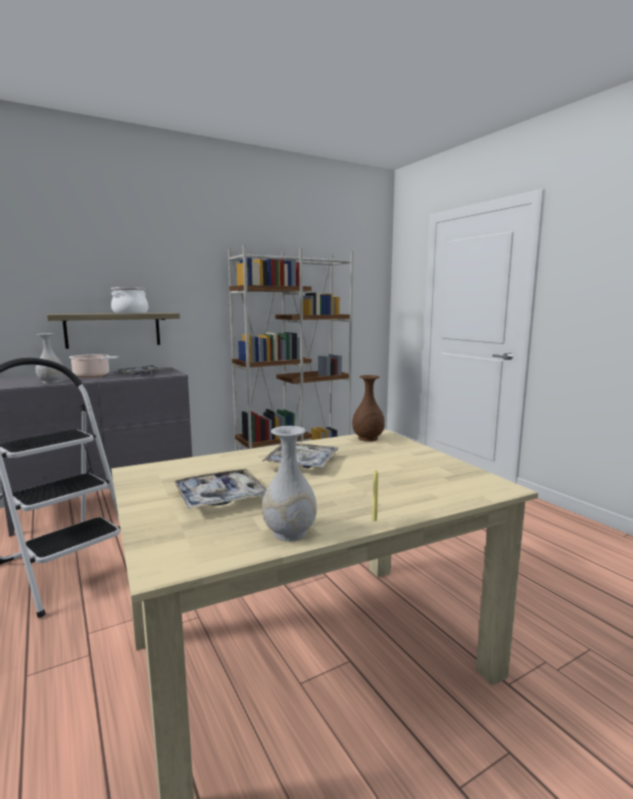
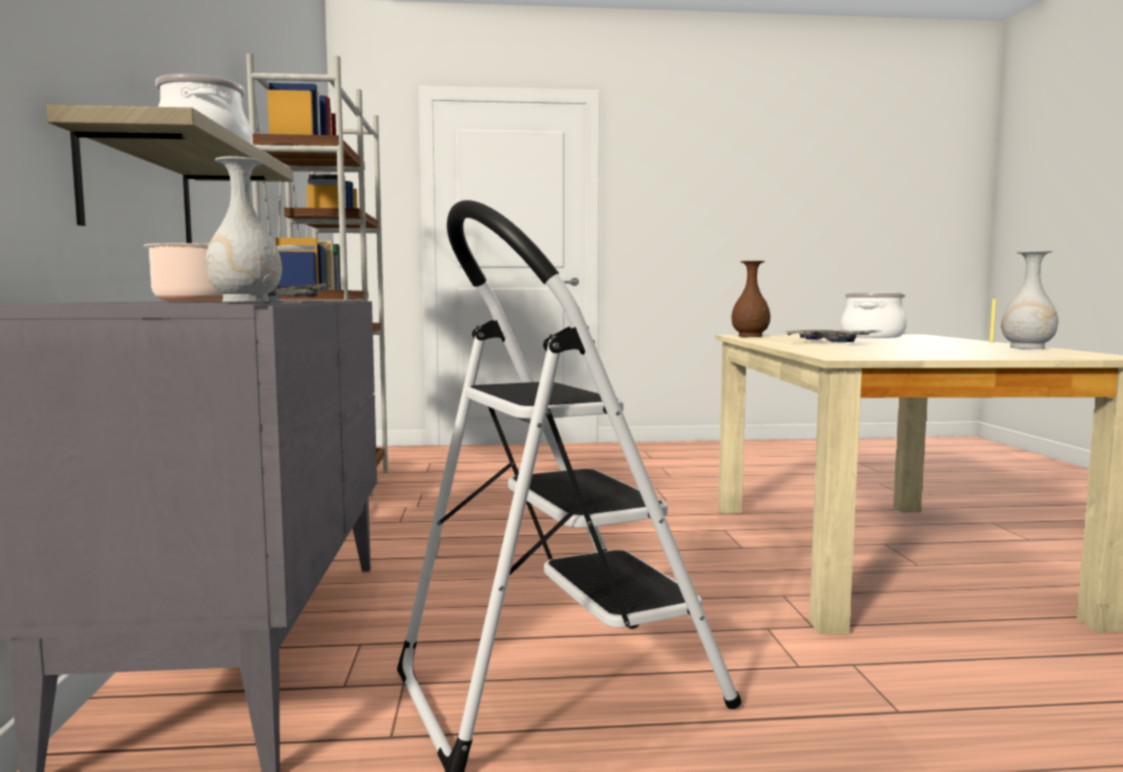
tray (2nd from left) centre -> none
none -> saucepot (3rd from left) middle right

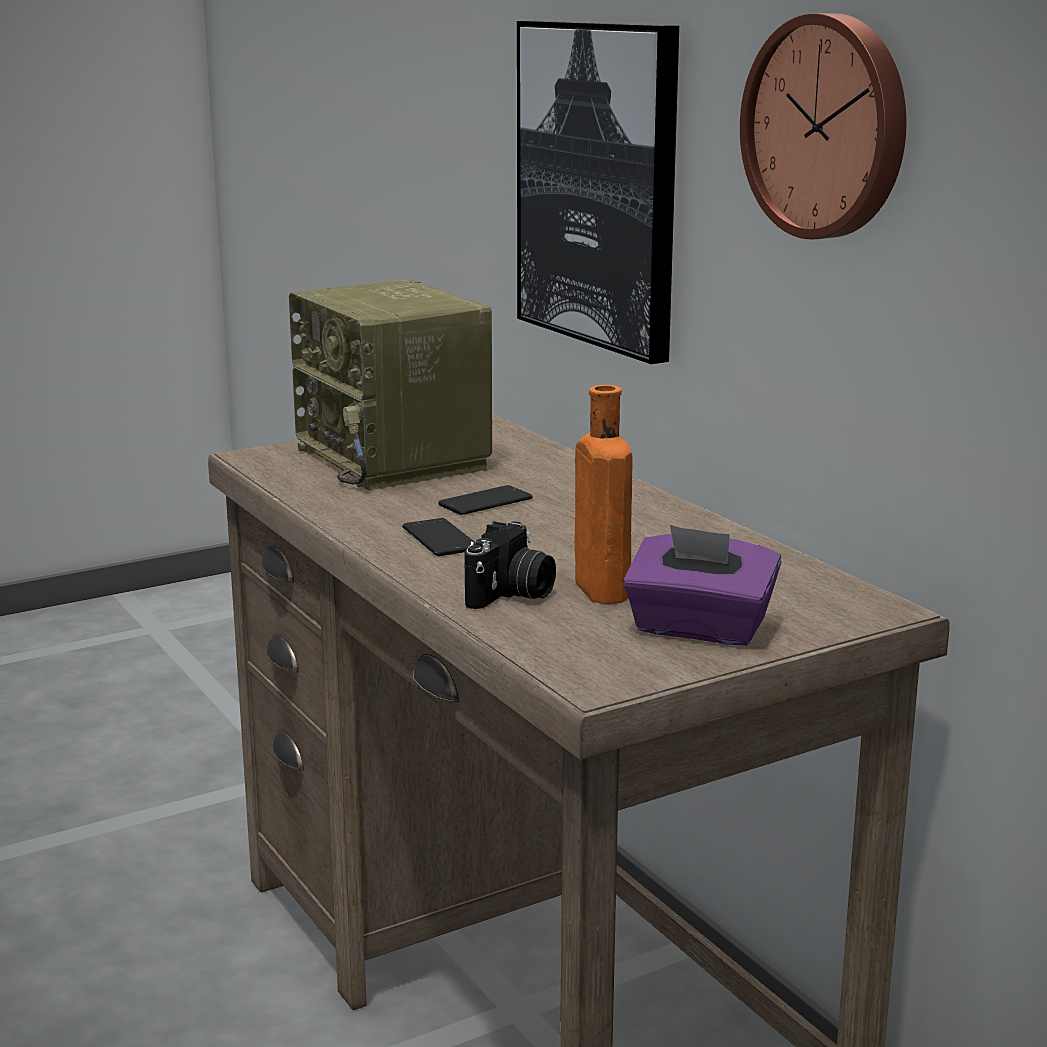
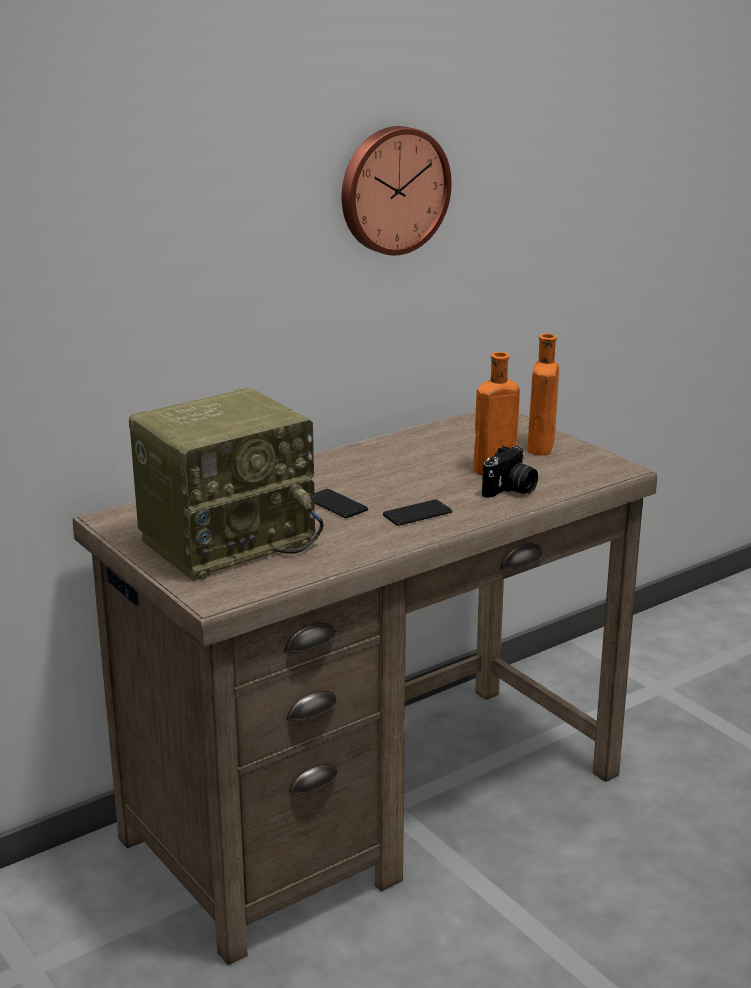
still camera centre -> still camera middle right, 105 degrees clockwise
wall art top centre -> none
tissue box (purple-coloured) middle right -> drink bottle (orange) (2nd from left) middle right

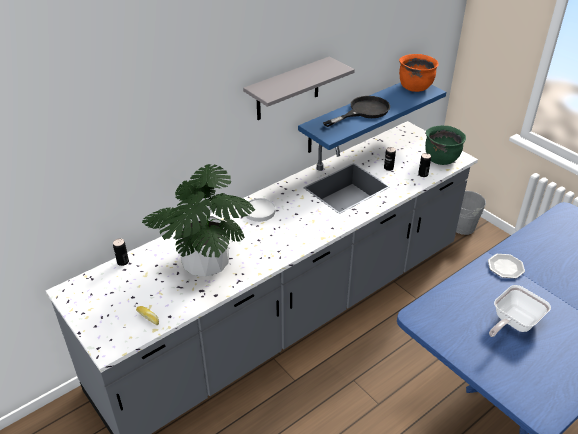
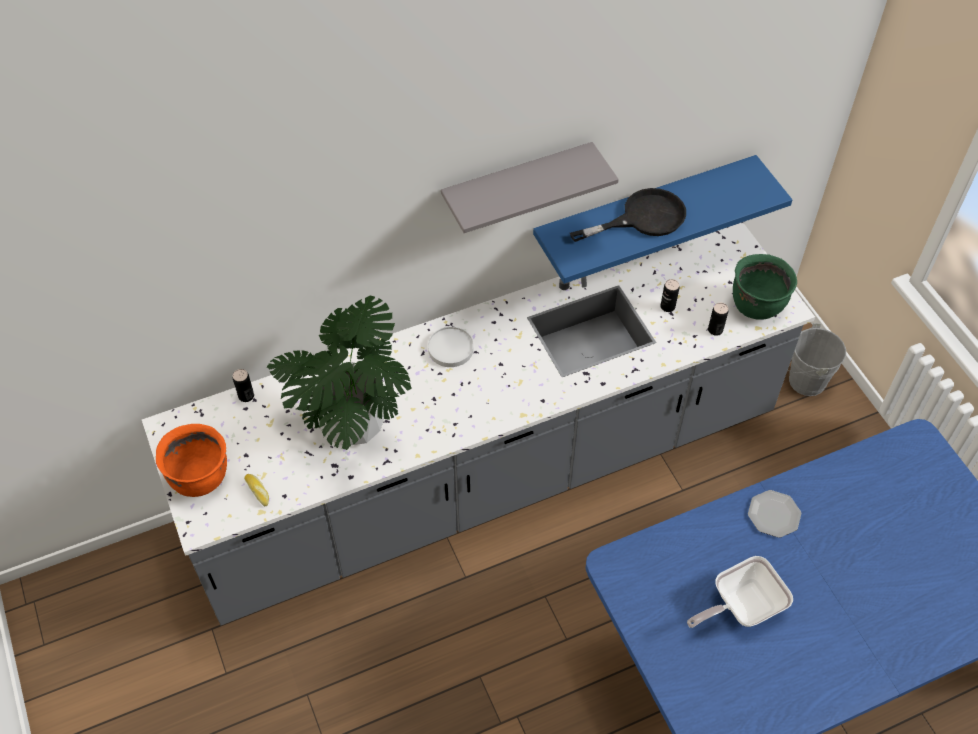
saucepot (orange) top right -> saucepot (orange) middle left, moved

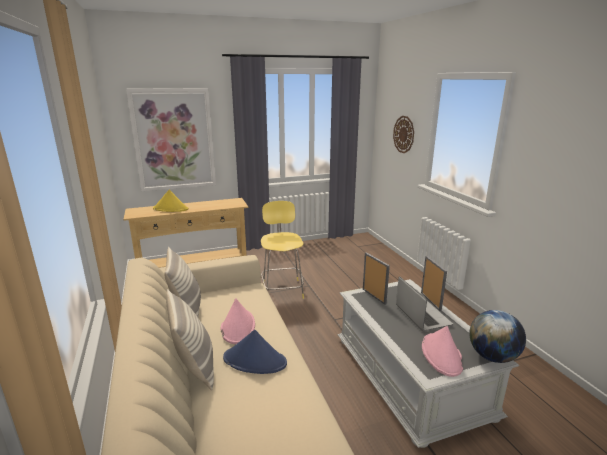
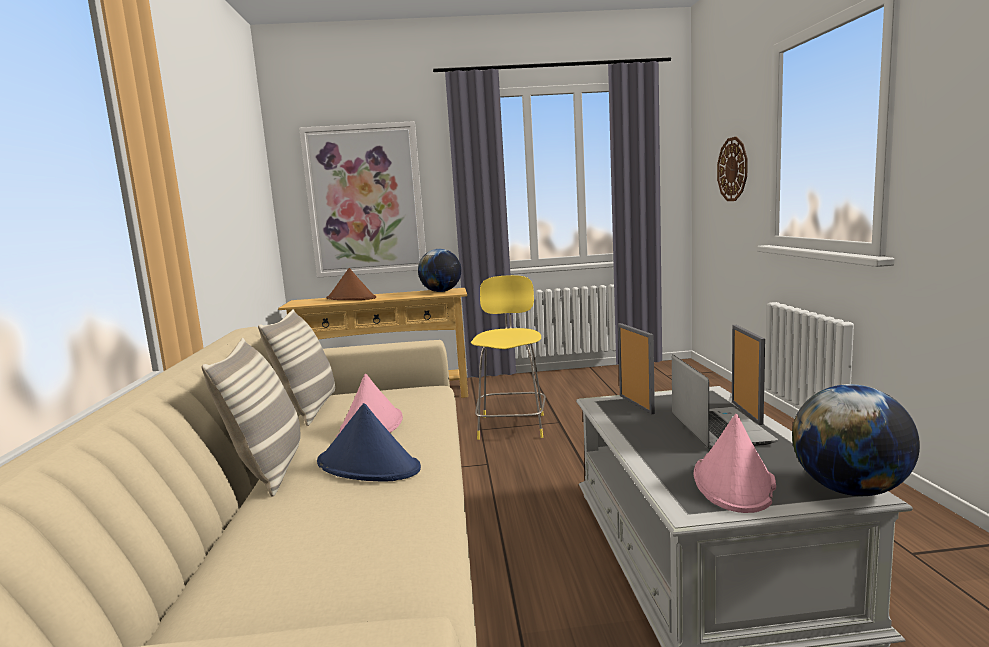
hat (yellow-coloured) middle left -> hat (brown-coloured) centre
none -> desk globe (1st from left) centre

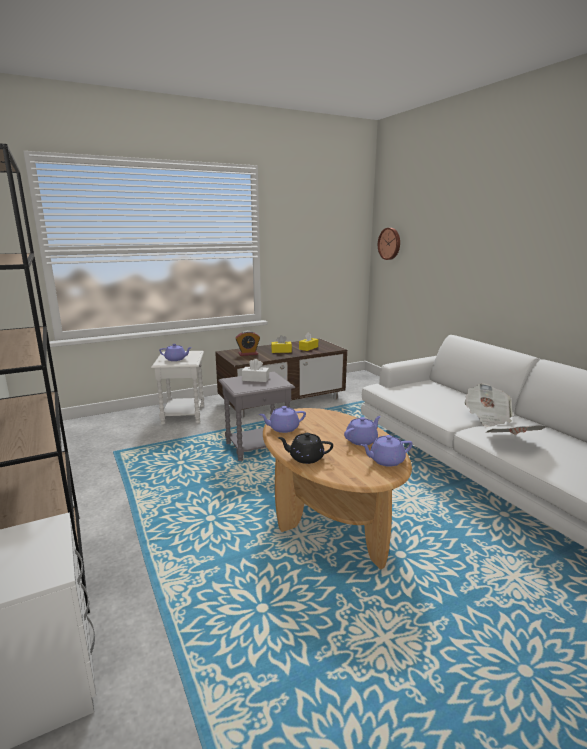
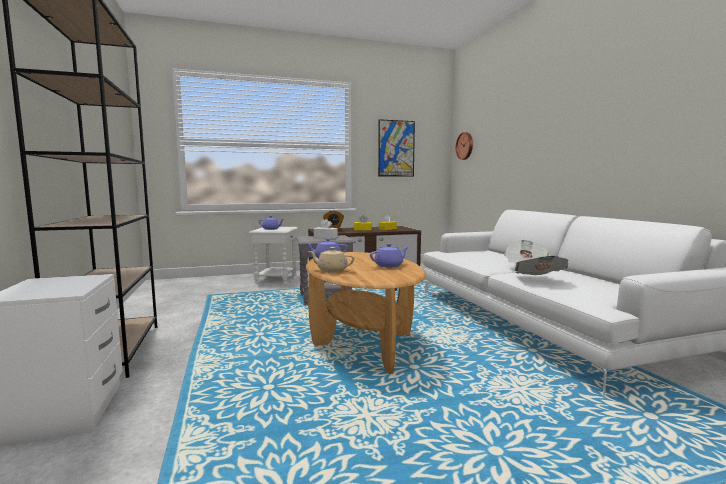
pot for tea (black-coloured) centre -> pot for tea (sand-coloured) centre
pot for tea (purple-coloured) (4th from left) centre -> none
none -> wall art top centre

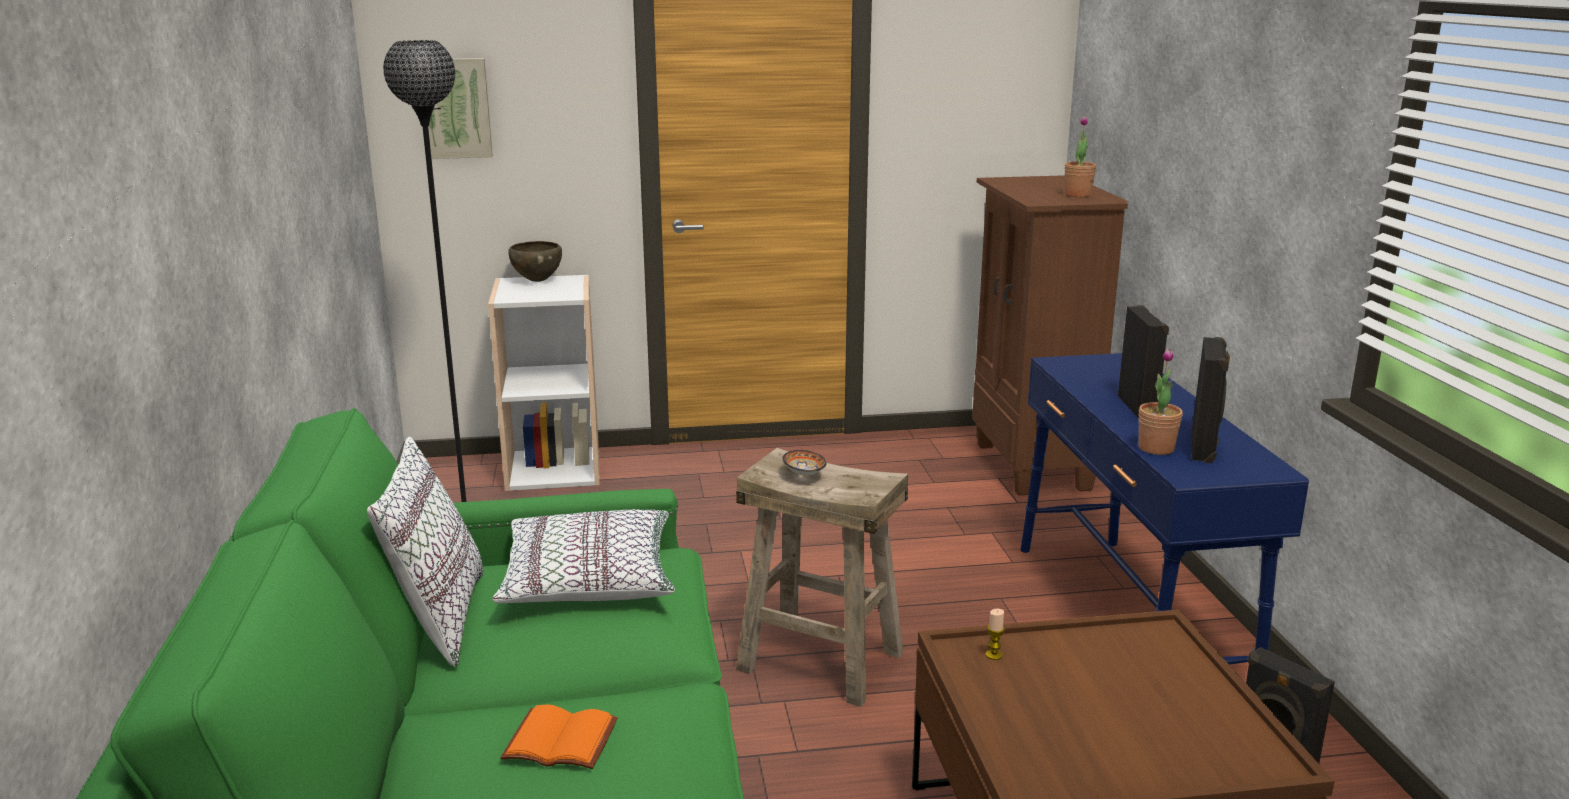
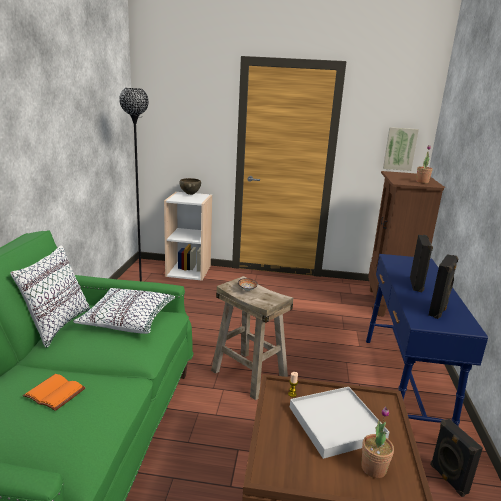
wall art top left -> wall art top right, moved
plant in a pot (2nd from left in the first image) middle right -> plant in a pot (1st from left) bottom right, moved
none -> tray (white) bottom right

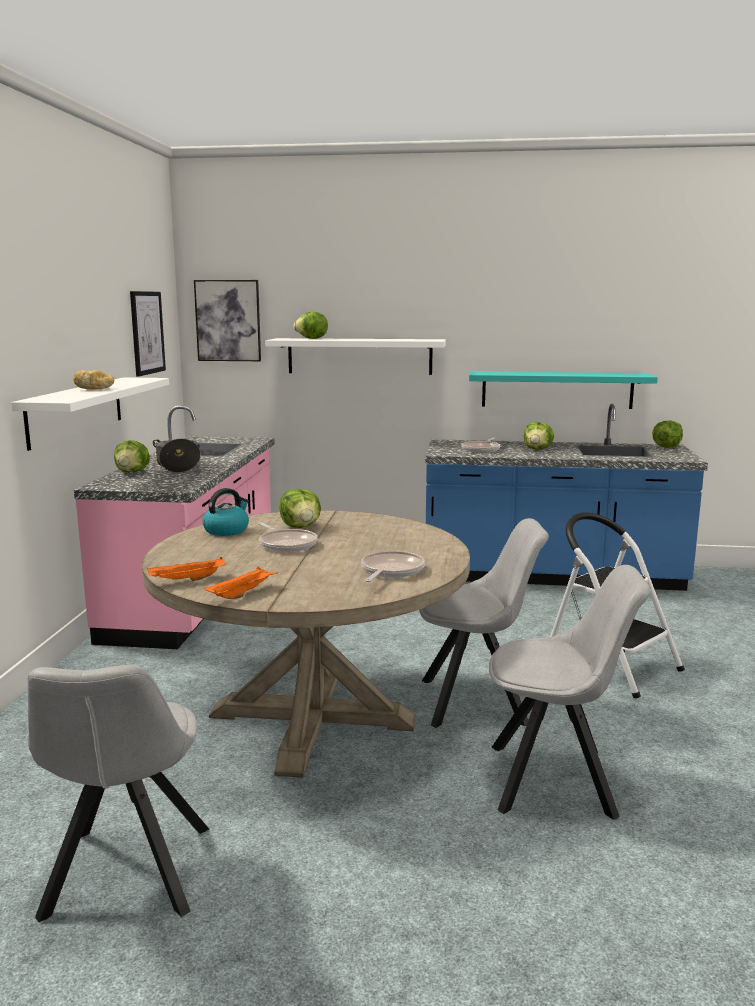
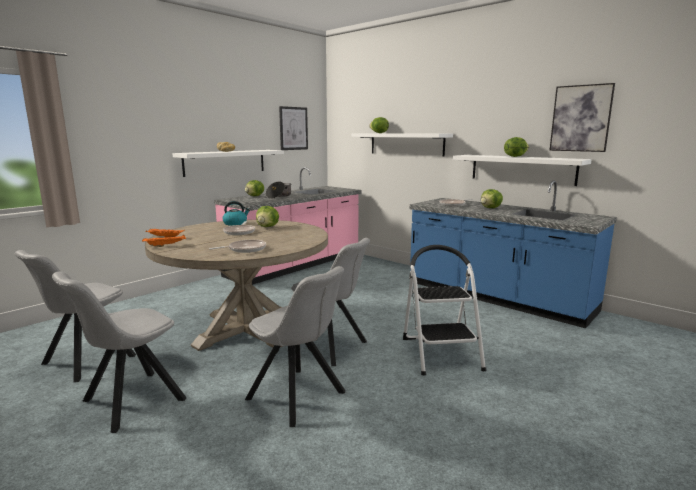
wall art (2nd from left) top left -> wall art (2nd from left) top right, moved
bracket shelf (turquoise) middle right -> bracket shelf (white) (3rd from left) middle right
lettuce head (5th from left) middle right -> lettuce head (5th from left) top right, moved
none -> plain chair (gray) (2nd from left) bottom left

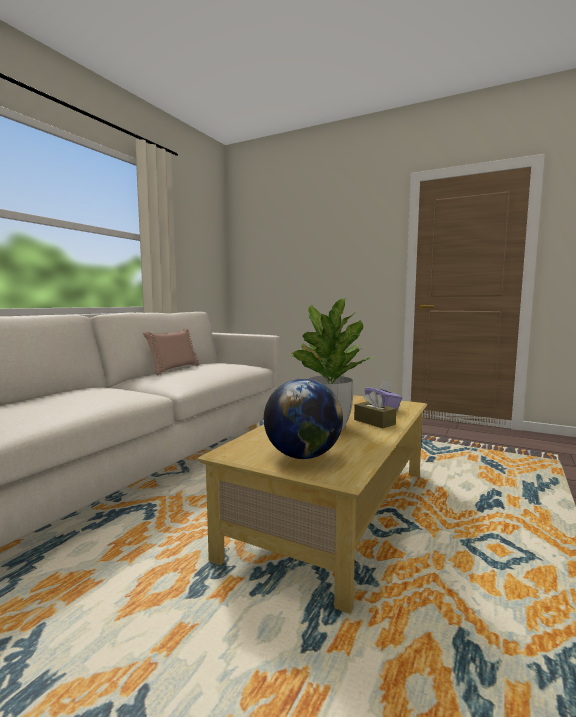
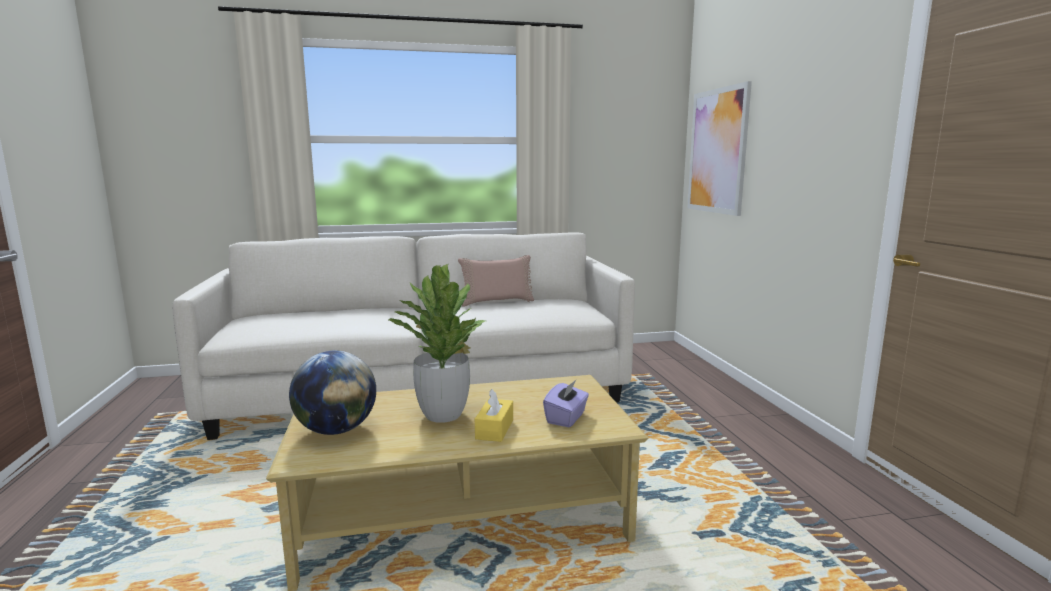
tissue box (brown-coloured) centre -> tissue box (yellow-coloured) bottom centre
none -> wall art top right

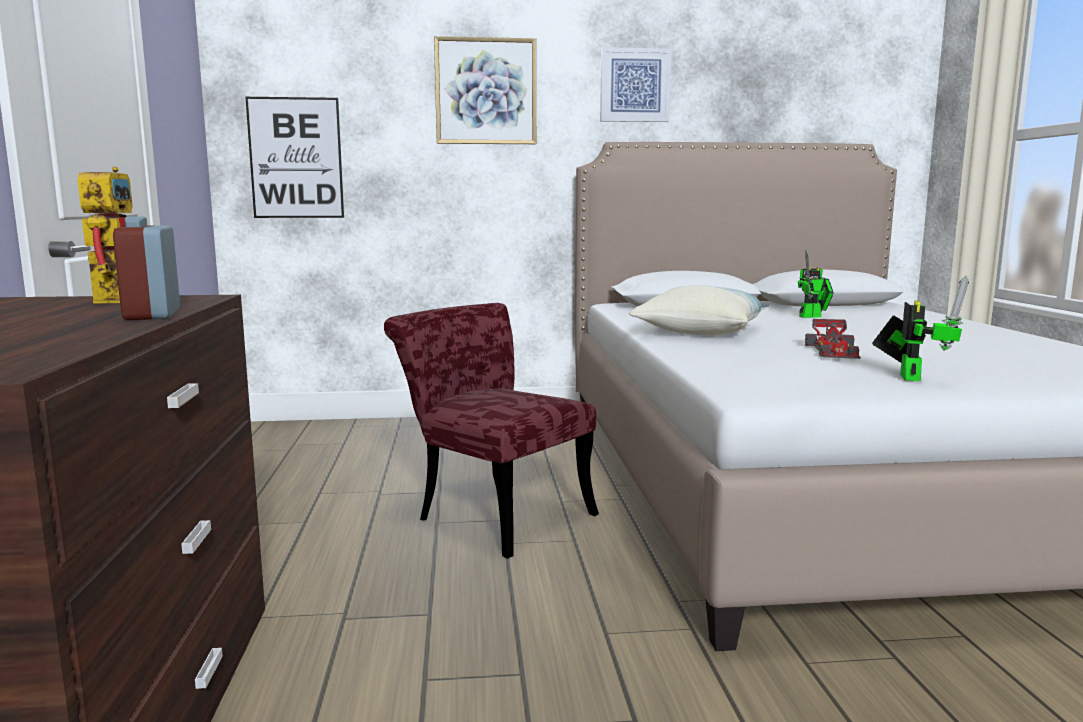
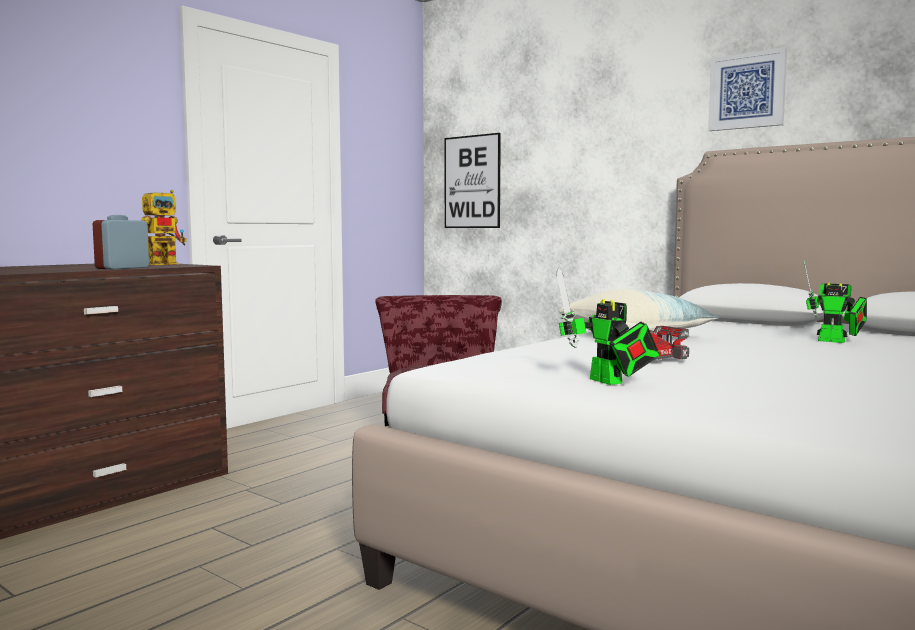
wall art (2nd from left) top centre -> none
robot figure (3rd from left in the first image) middle right -> robot figure (2nd from left) centre, 90 degrees clockwise

